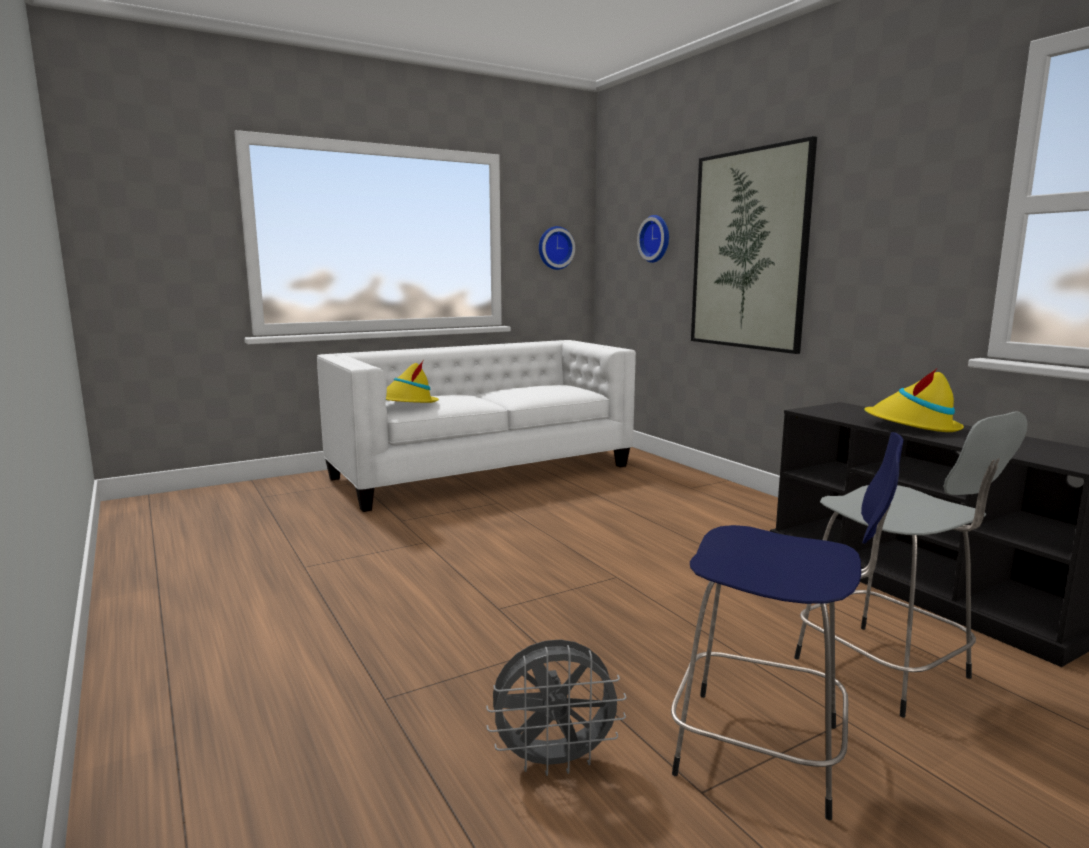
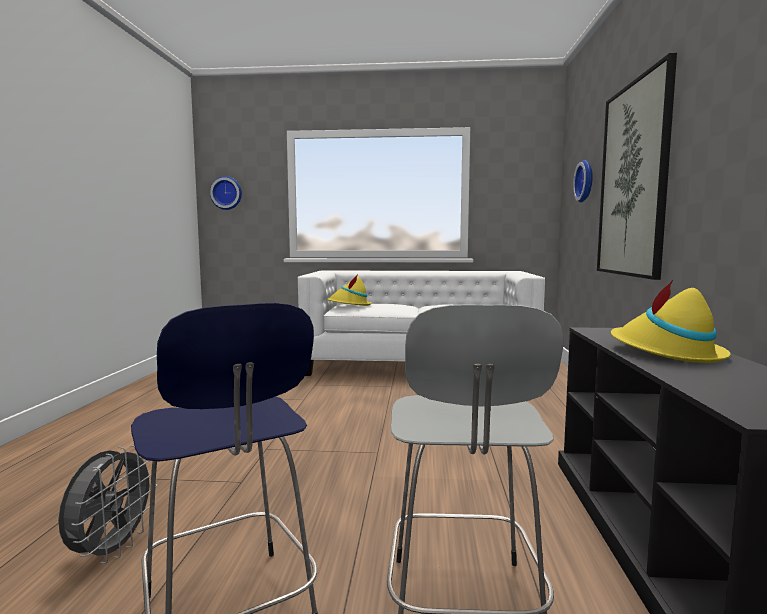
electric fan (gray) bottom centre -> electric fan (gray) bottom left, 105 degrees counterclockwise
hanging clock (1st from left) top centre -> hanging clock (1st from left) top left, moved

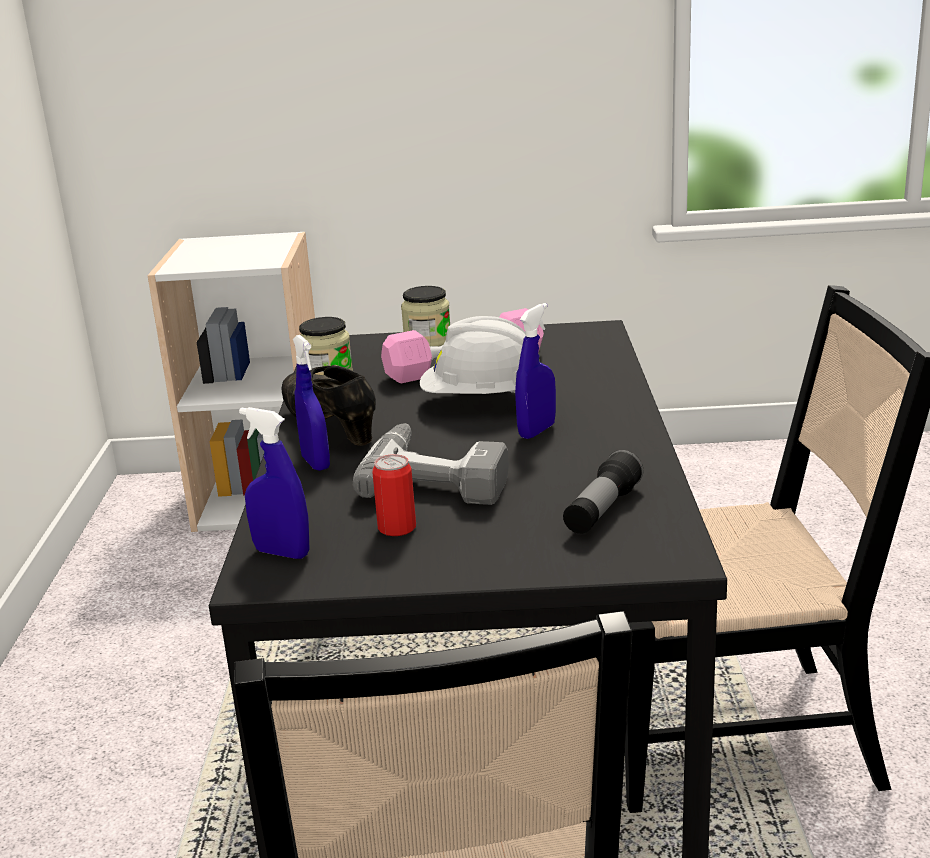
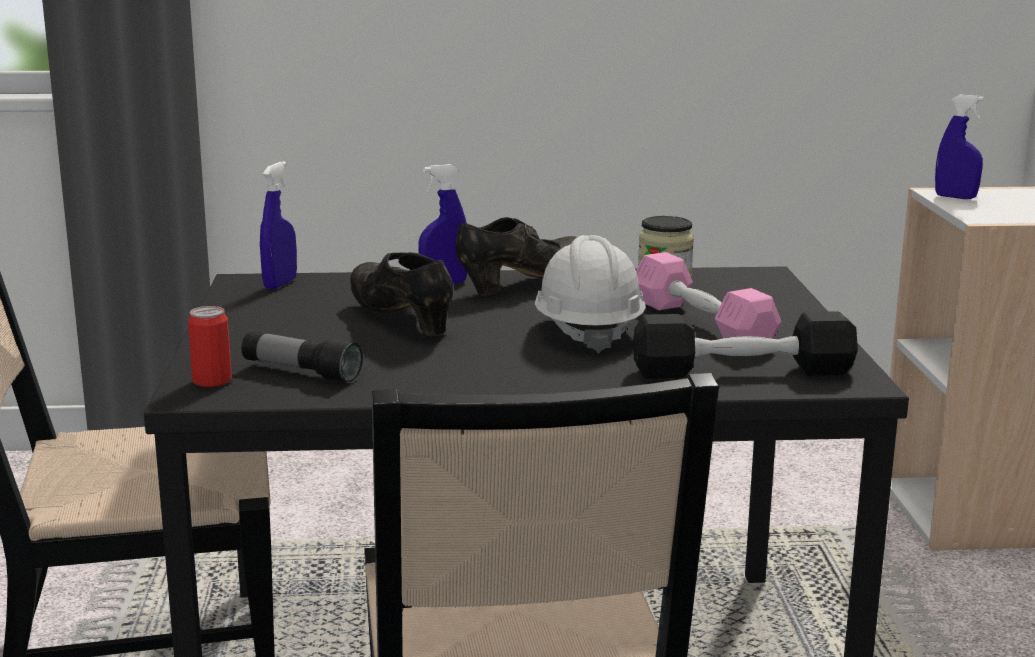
power drill centre -> item of footwear (black-coloured) (1st from left) centre
sealed can centre -> sealed can middle left, moved
jar (2nd from left) centre -> none
spray bottle (blue-coloured) (3rd from left) centre -> spray bottle (blue-coloured) (3rd from left) top right, moved
none -> free weight (black-coloured) middle right

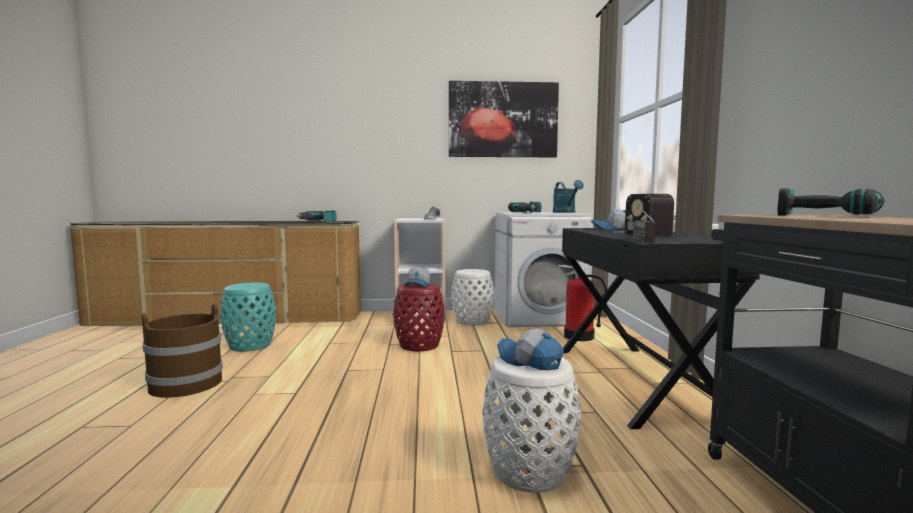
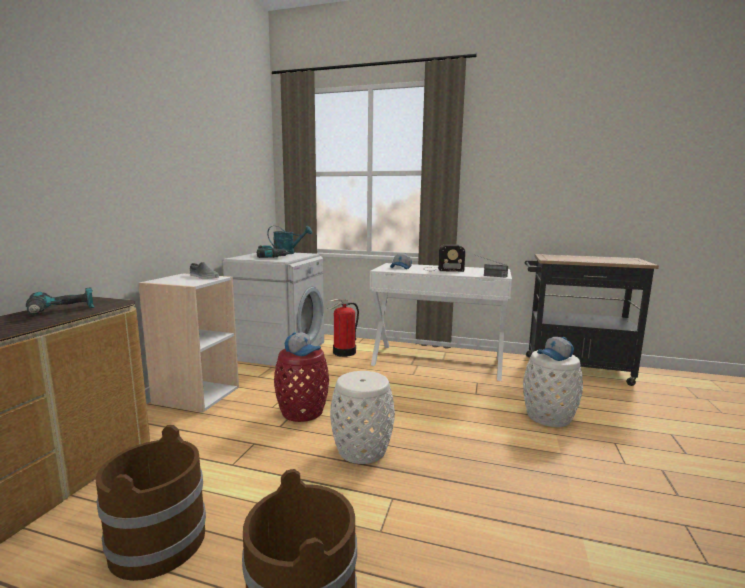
stool seat (turquoise) middle left -> water bucket (brown-coloured) (1st from left) bottom left
wall art top centre -> none
stool seat (white) (1st from left) centre -> stool seat (white) (1st from left) bottom centre, moved
desk unit (black-coloured) middle right -> desk unit (white) centre
power drill (3rd from left) middle right -> none

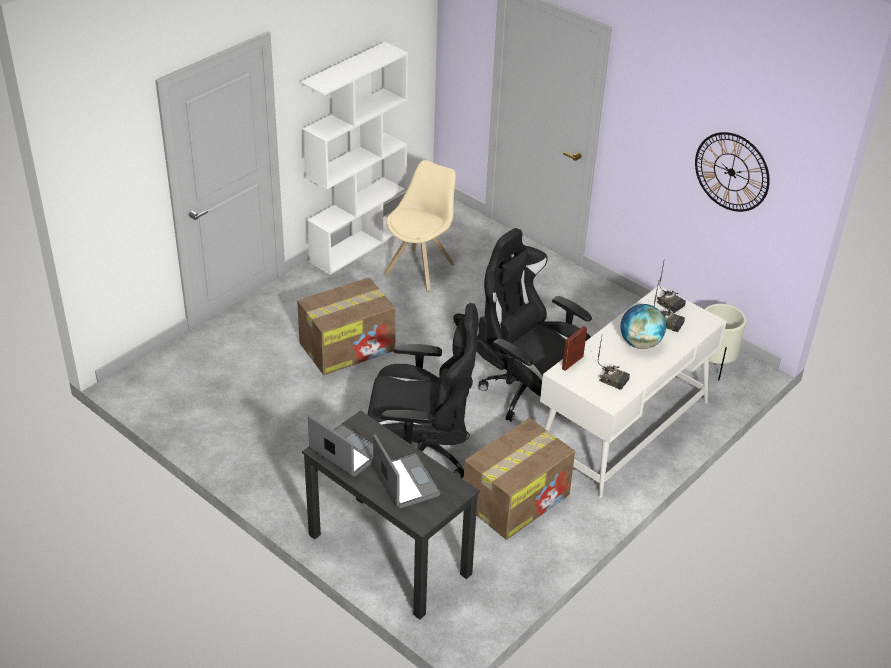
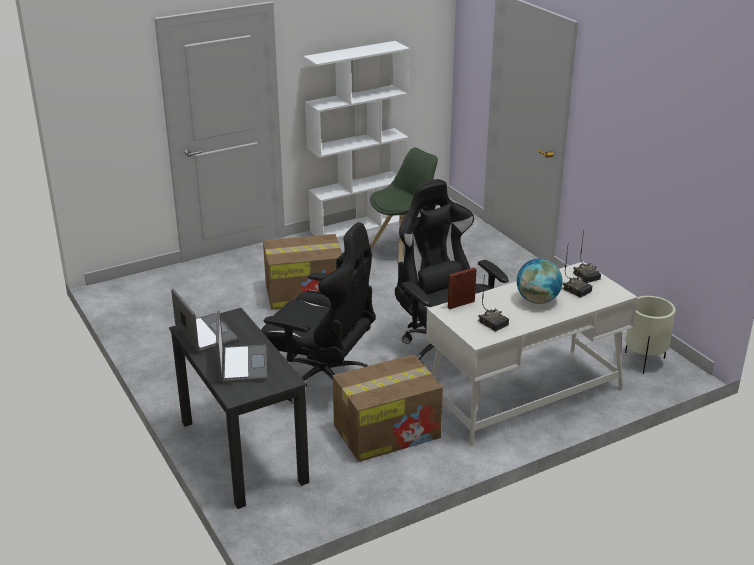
plain chair (sand-coloured) centre -> plain chair (greenish) centre
hanging clock top right -> none

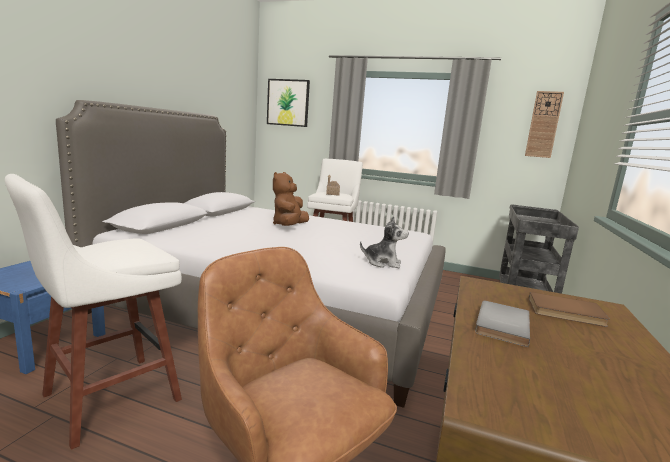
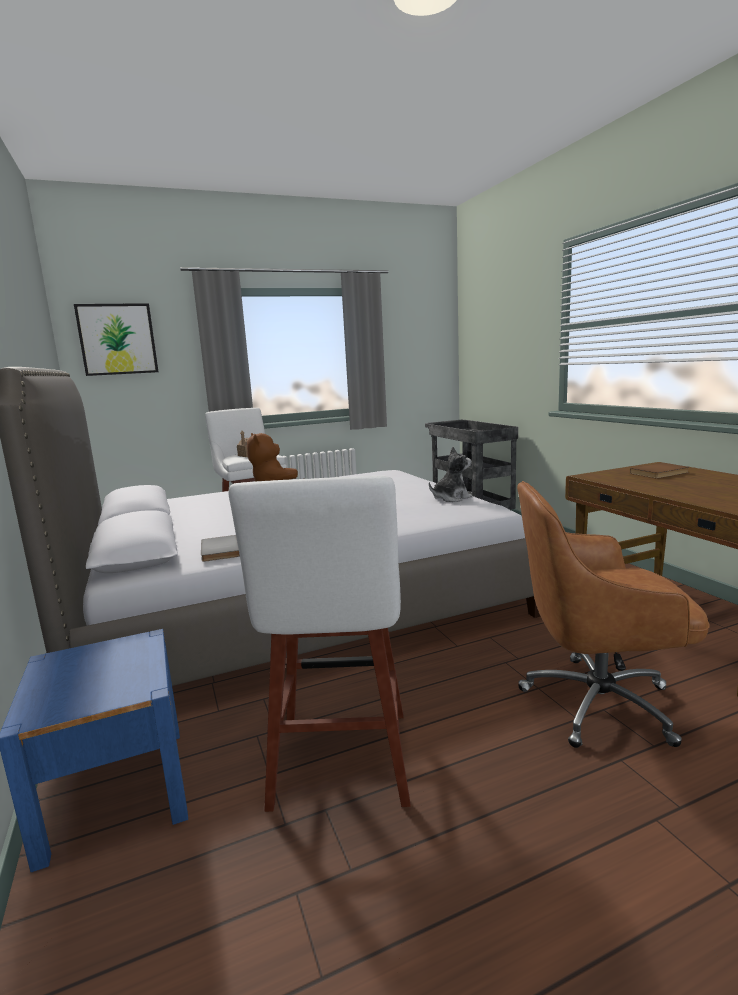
bound book (gray) bottom right -> bound book (gray) middle left, moved
hanging clock top right -> none

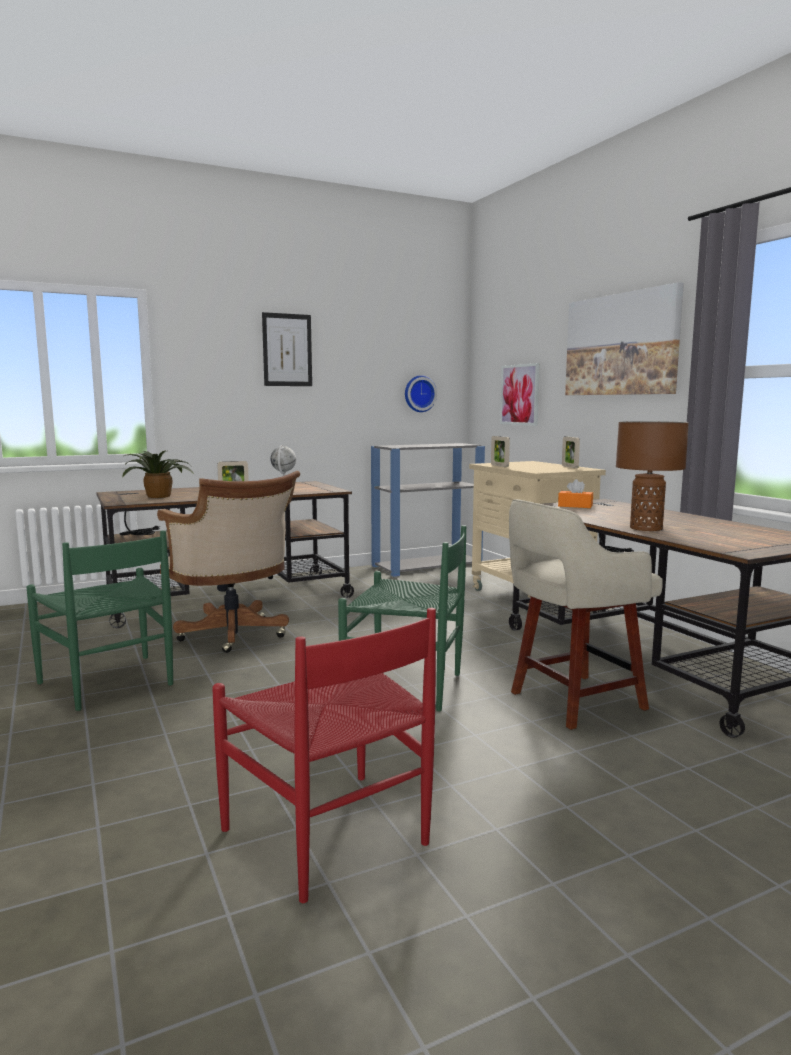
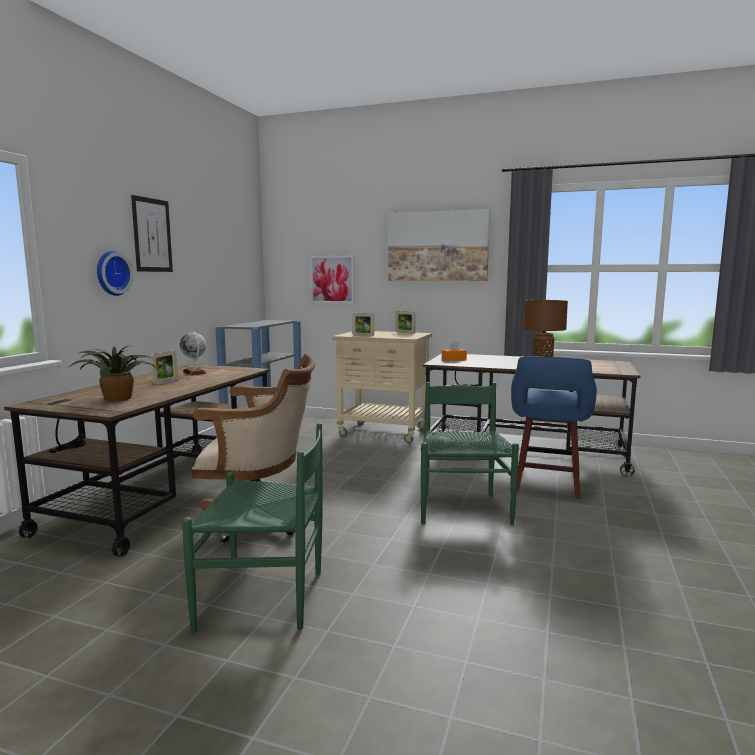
plain chair (red) bottom centre -> none
plain chair (greenish) (2nd from left) centre, 60 degrees counterclockwise
hanging clock centre -> hanging clock middle left, moved
stool seat (sand-coloured) middle right -> stool seat (blue-coloured) middle right

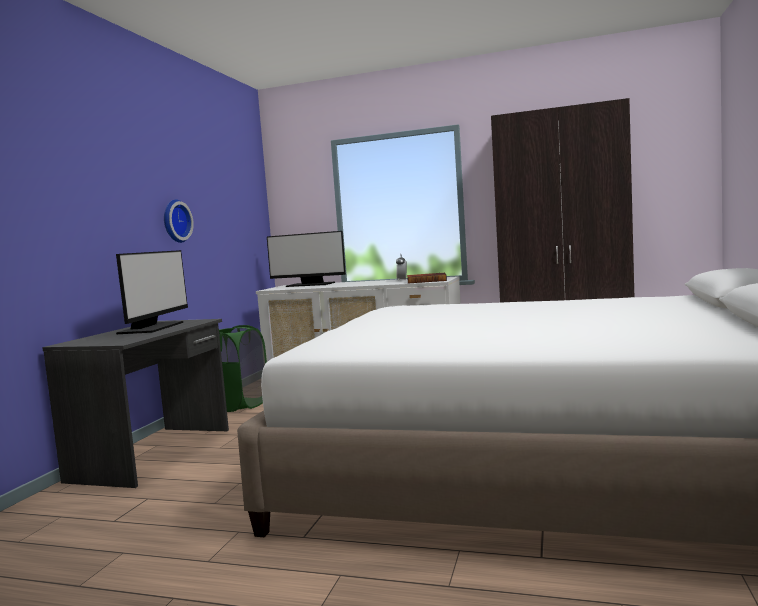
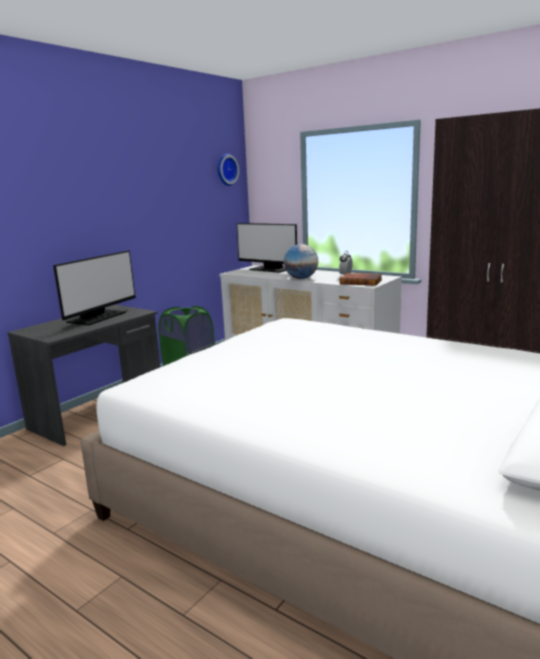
hanging clock middle left -> hanging clock top centre, moved
none -> desk globe centre

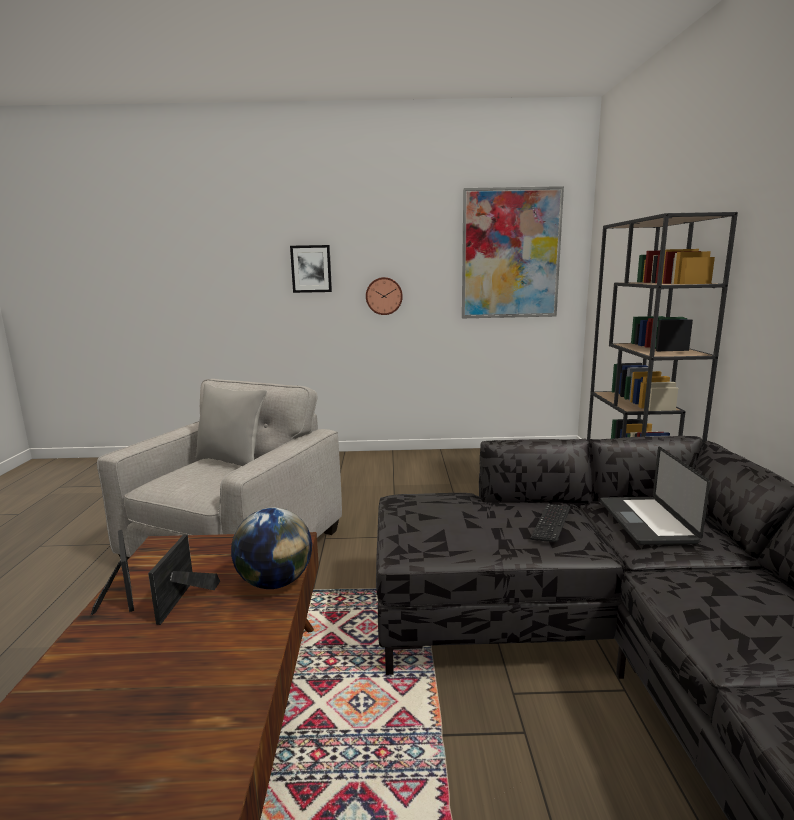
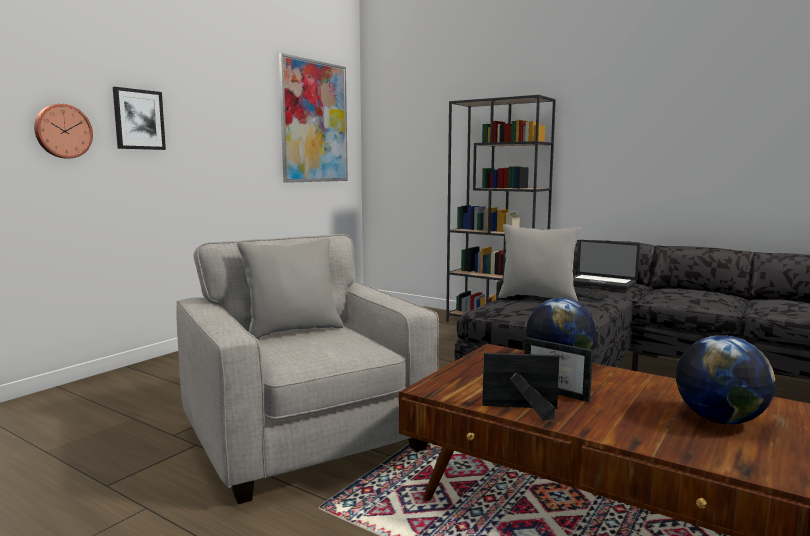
hanging clock centre -> hanging clock top left, moved
none -> cushion (gray) (2nd from left) centre
none -> desk globe (2nd from left) bottom right

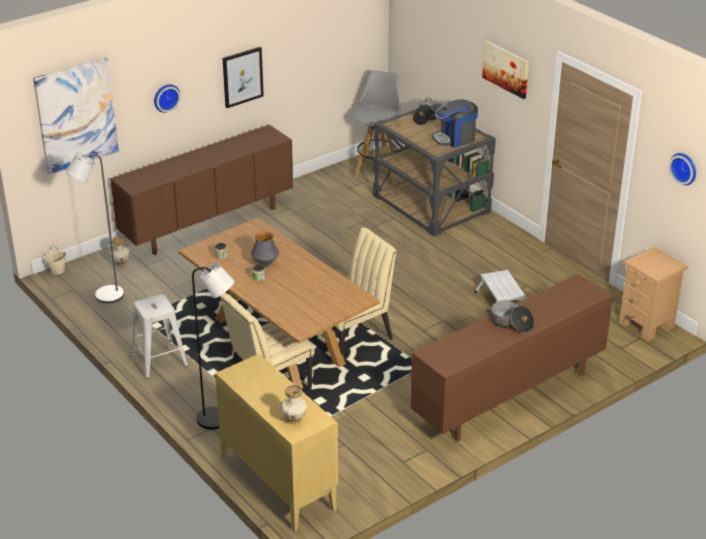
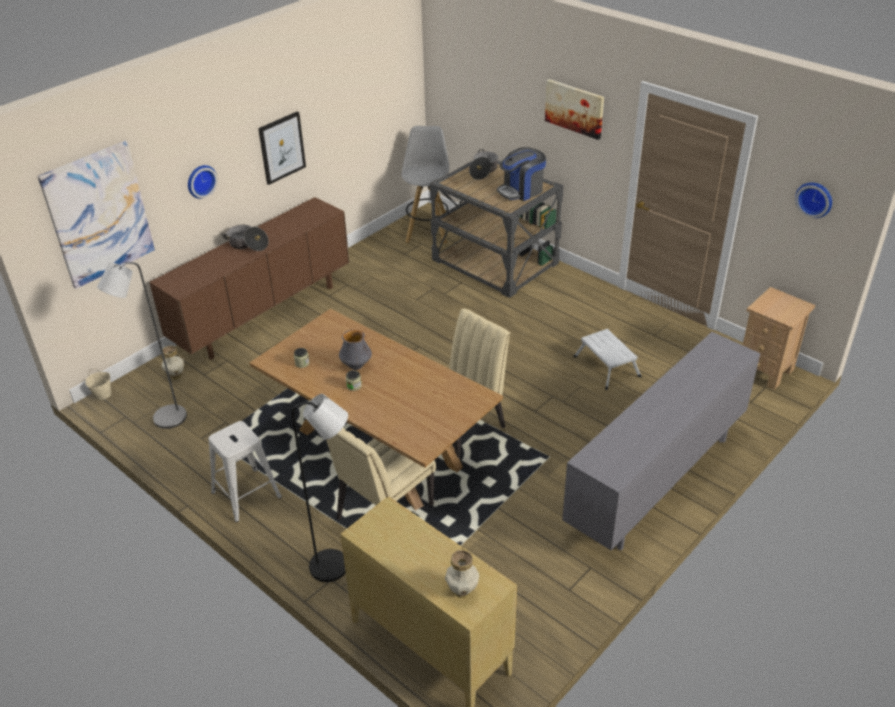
cabinet (brown-coloured) (2nd from left) middle right -> cabinet (gray) middle right
saucepot (2nd from left in the first image) middle right -> saucepot (1st from left) middle left, moved

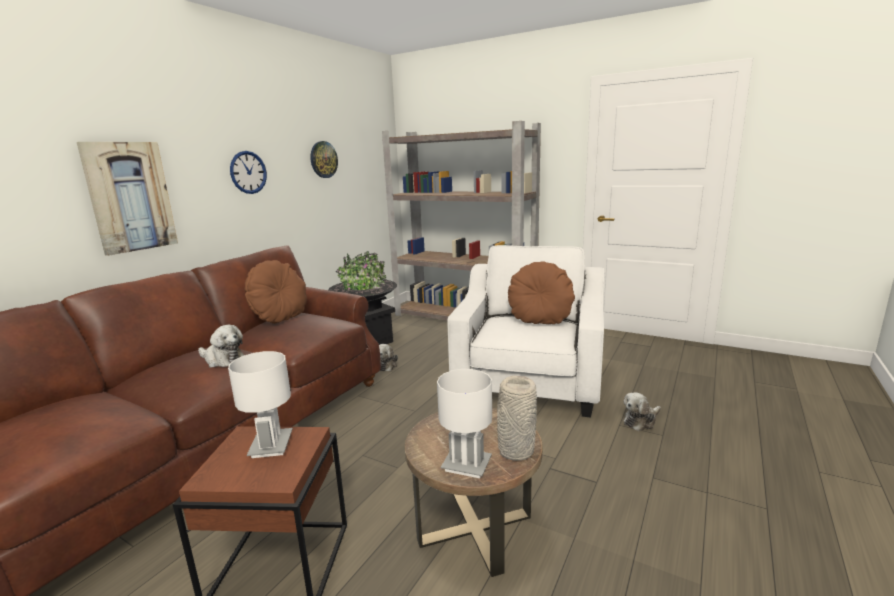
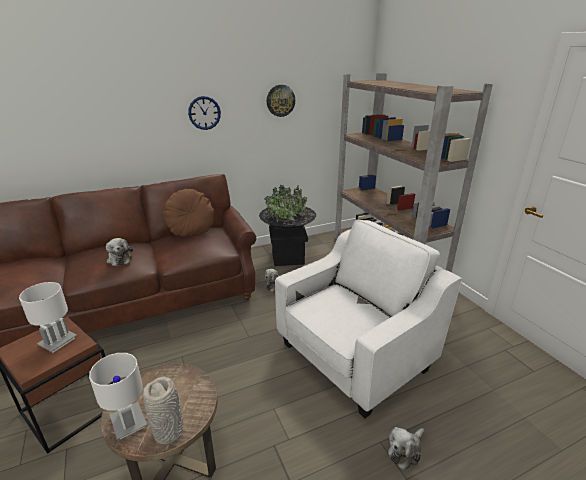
wall art middle left -> none
cushion (brown-coloured) (2nd from left) centre -> none
plush toy (3rd from left) bottom right, 45 degrees counterclockwise

